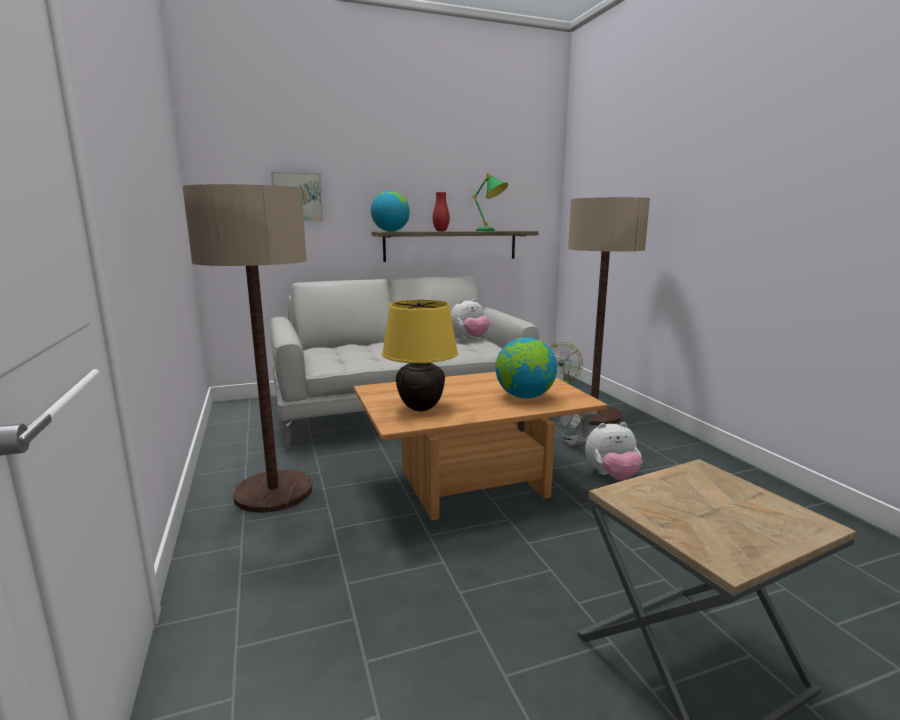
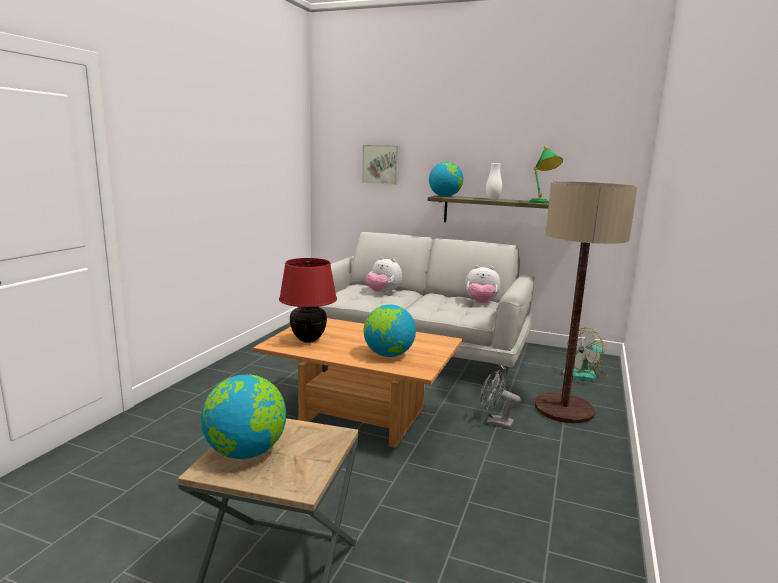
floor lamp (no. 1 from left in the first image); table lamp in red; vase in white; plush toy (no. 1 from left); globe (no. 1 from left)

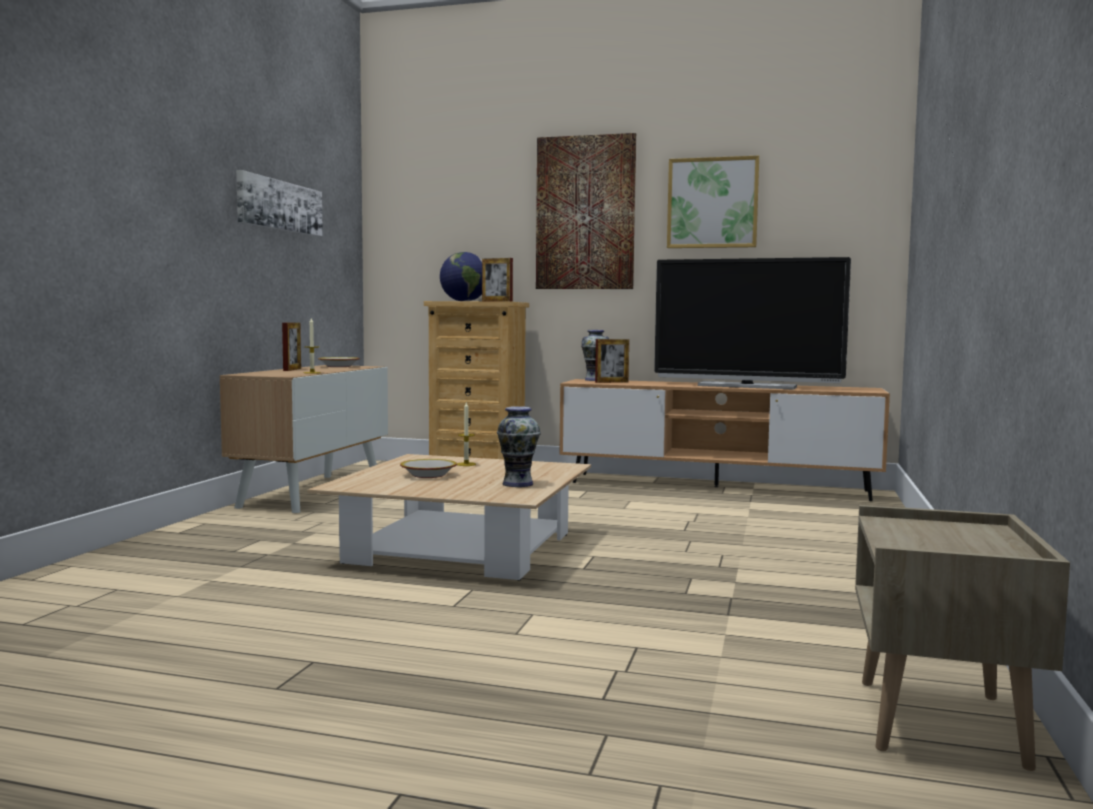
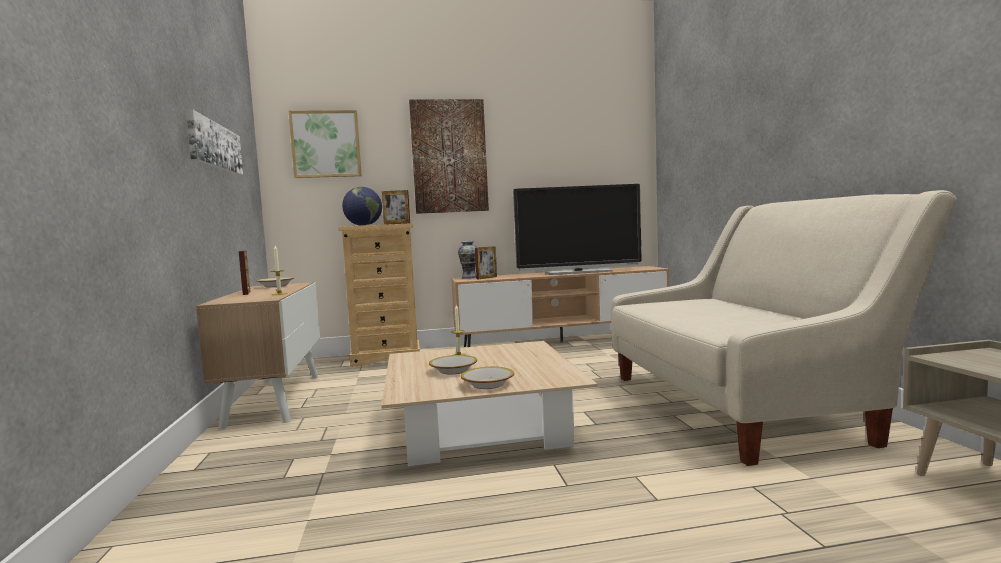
vase (no. 1 from left in the first image); picture (no. 2 from left); bowl (no. 3 from left); sofa in beige

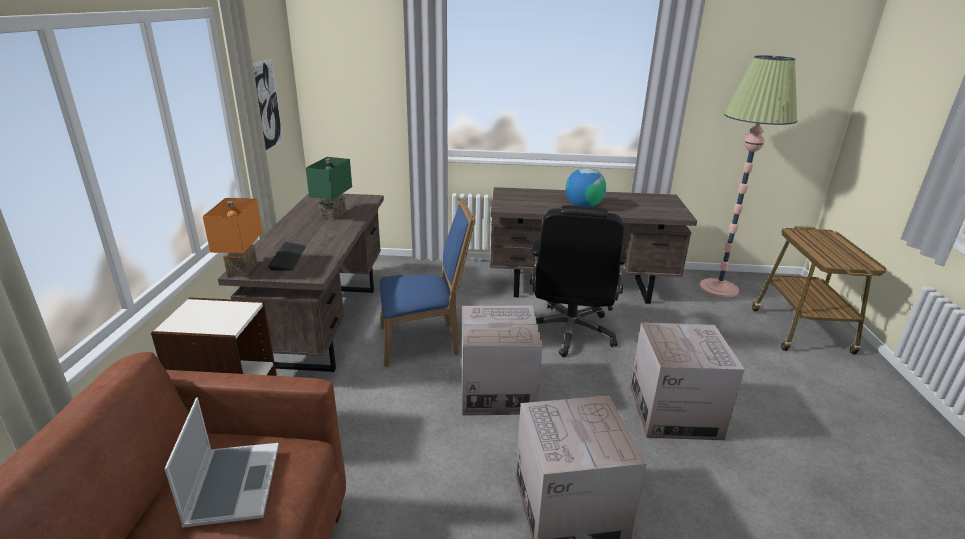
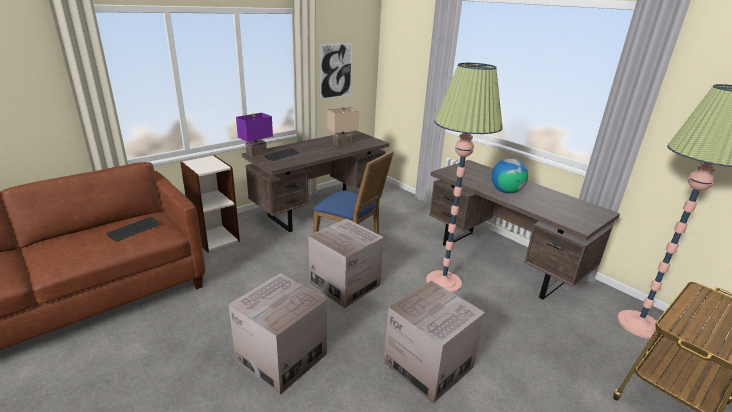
keyboard (no. 1 from left); table lamp in purple; table lamp in beige; floor lamp (no. 1 from left)

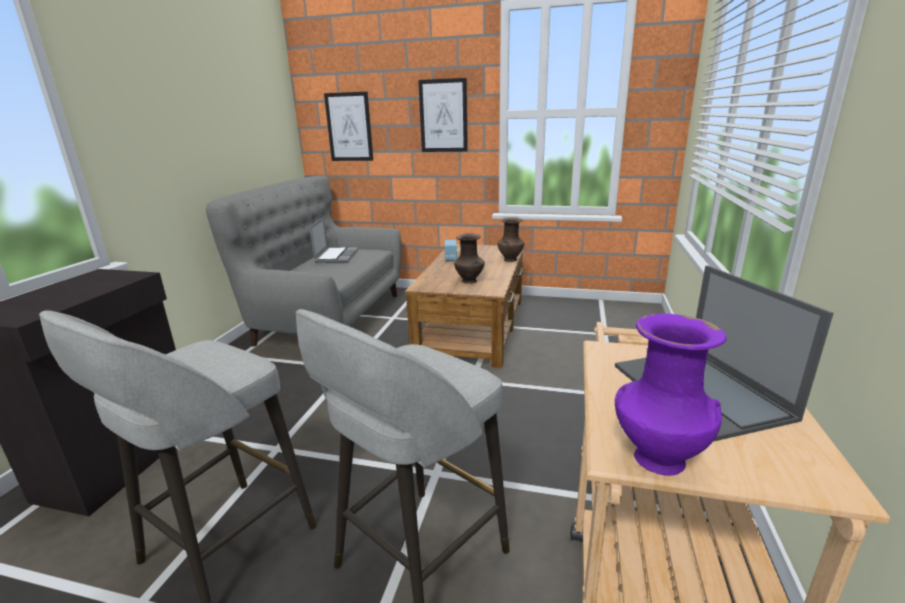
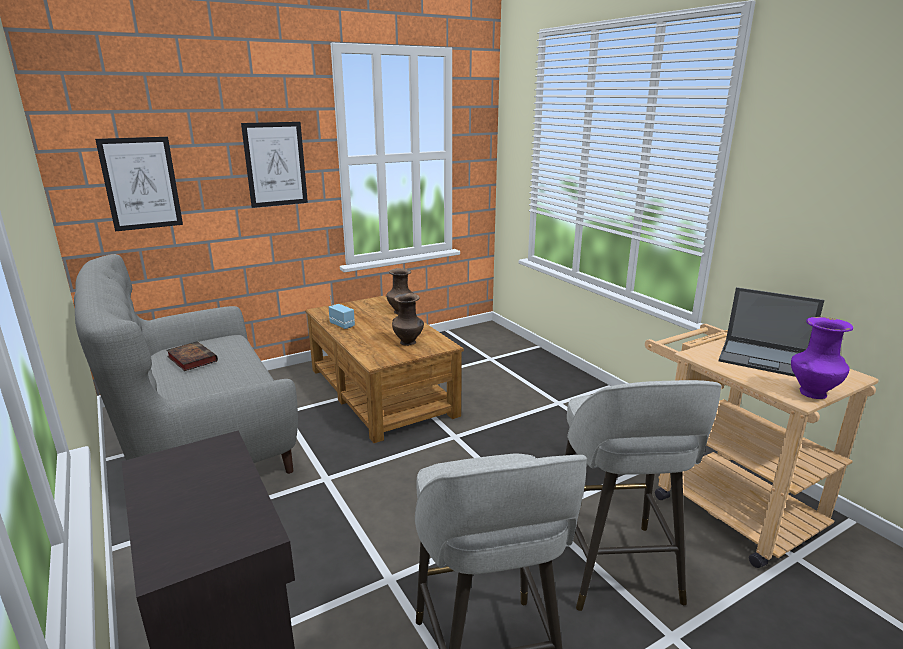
book

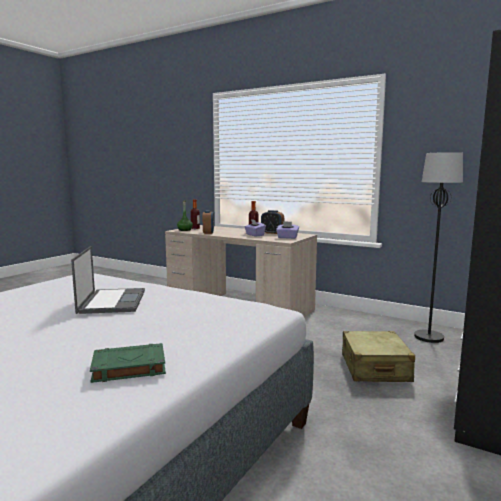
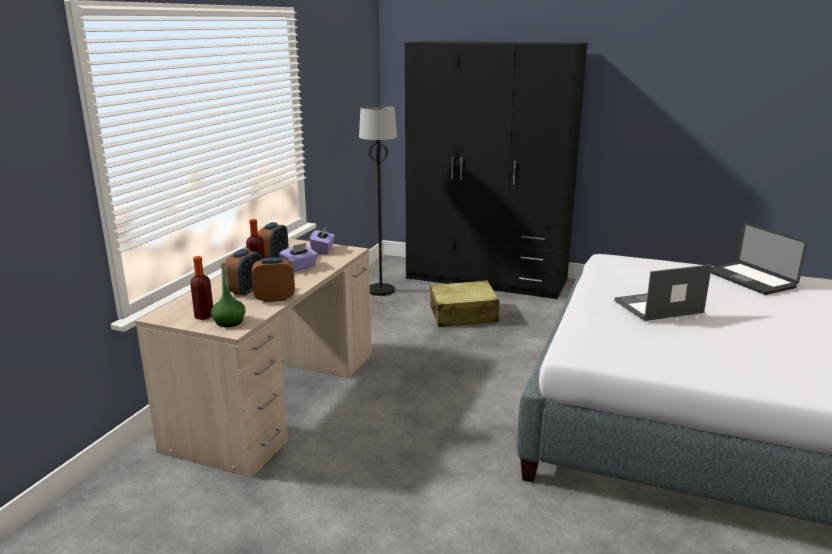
laptop (no. 2 from left); alarm clock (no. 1 from left)

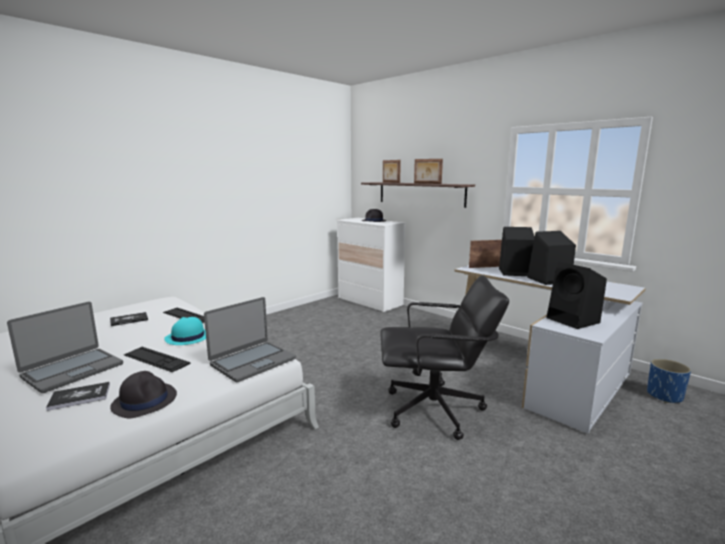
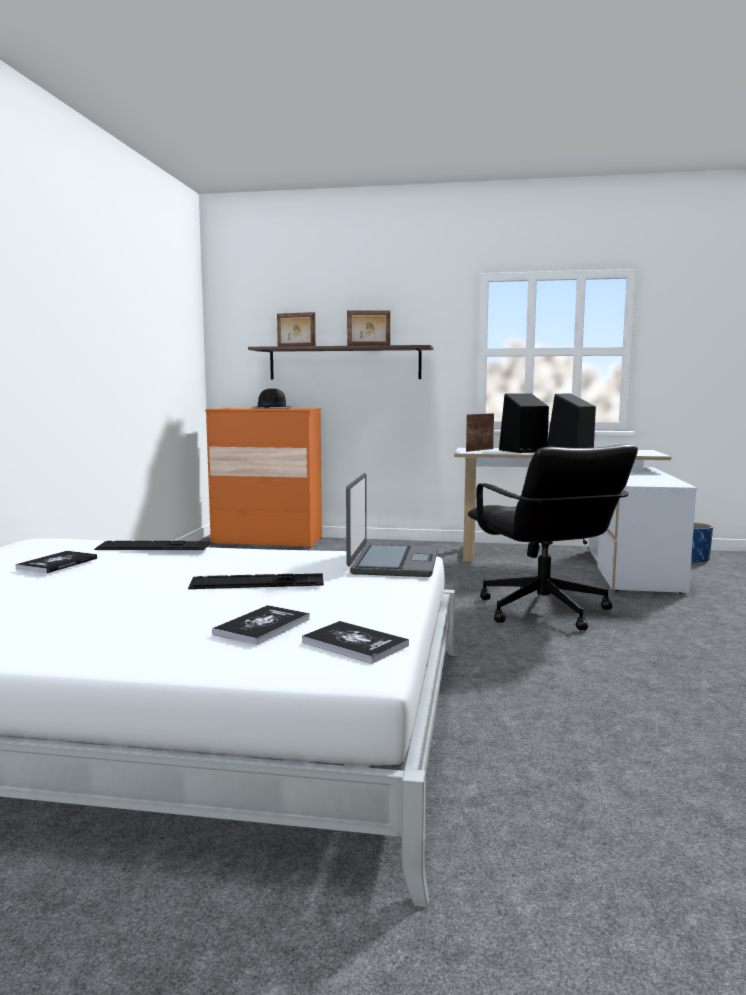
laptop (no. 1 from left in the first image); hat in black (no. 1 from left in the first image); hat in turquoise; dresser in orange; office chair in black; speaker in black (no. 3 from left in the first image); book (no. 3 from left)

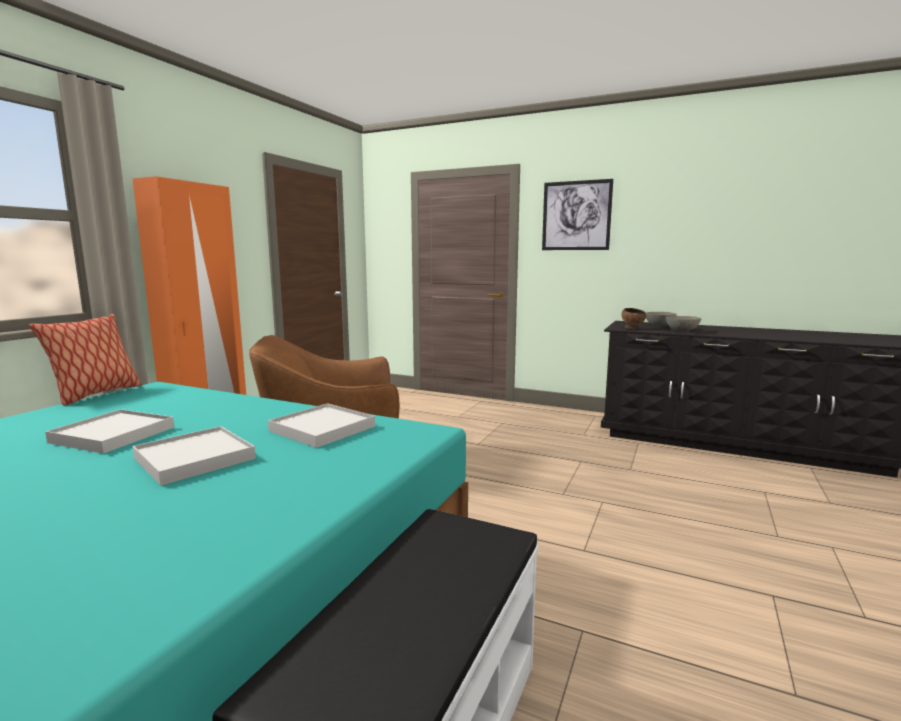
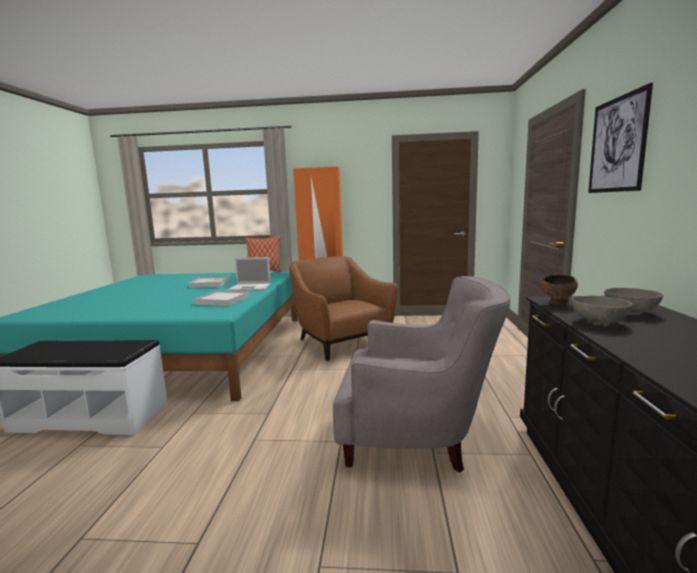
tray in white (no. 2 from left in the first image); laptop; armchair in grey

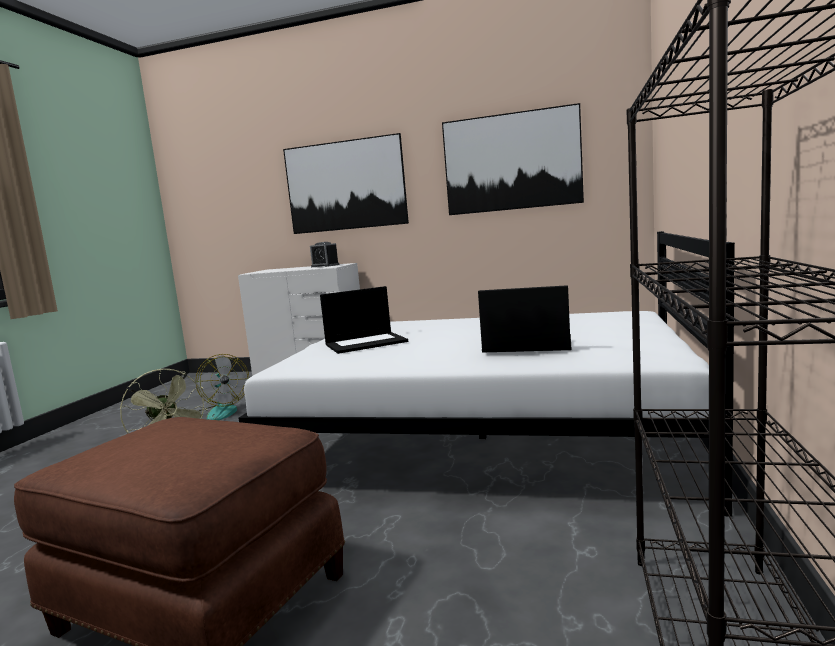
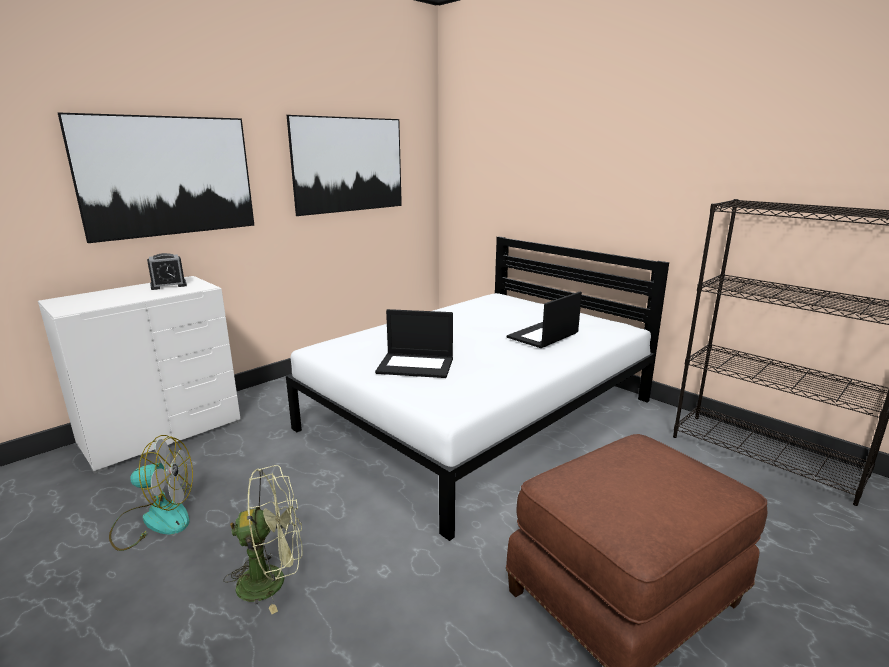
laptop (no. 1 from left)

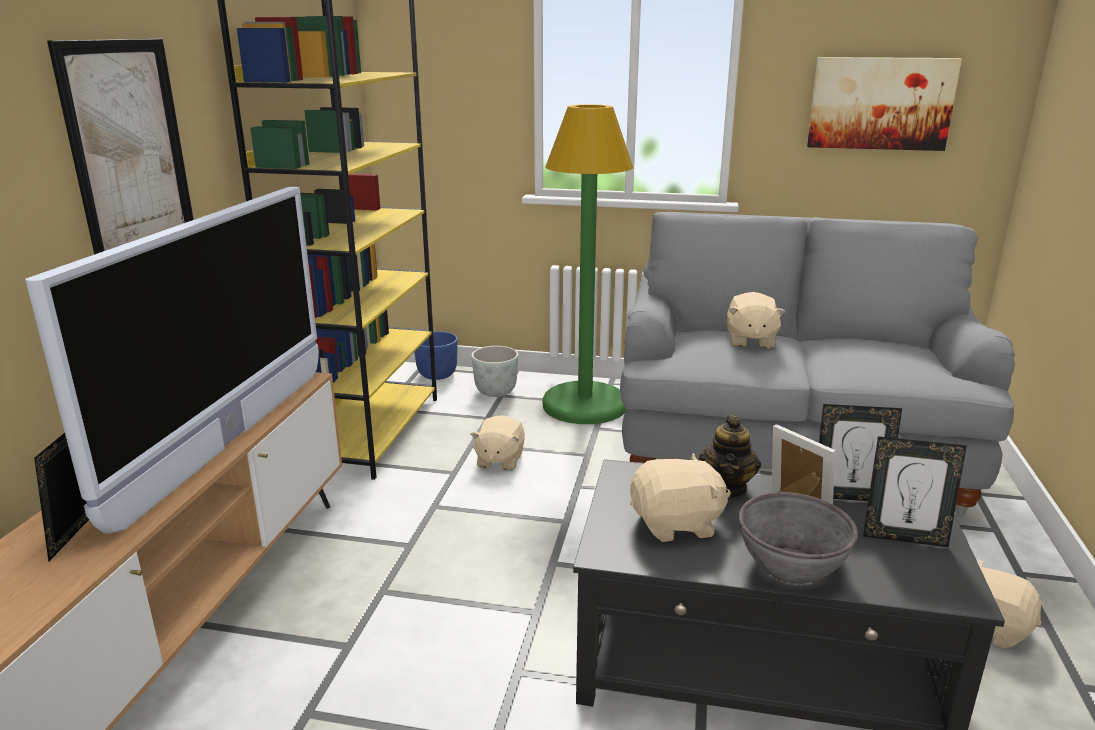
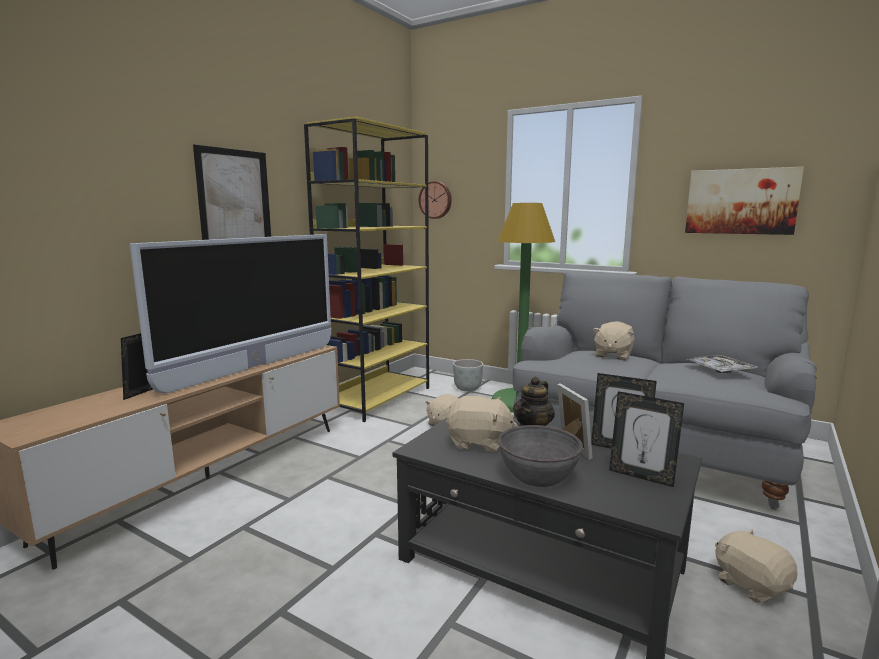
planter in blue; wall clock; tray

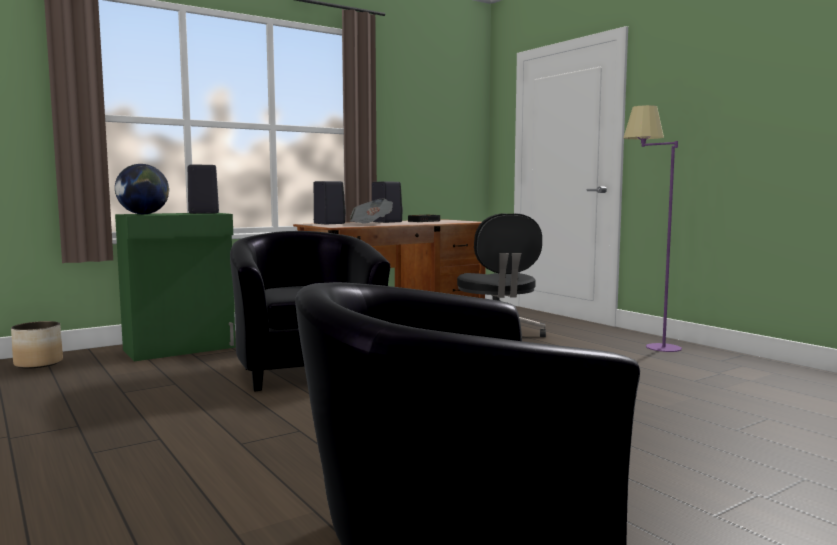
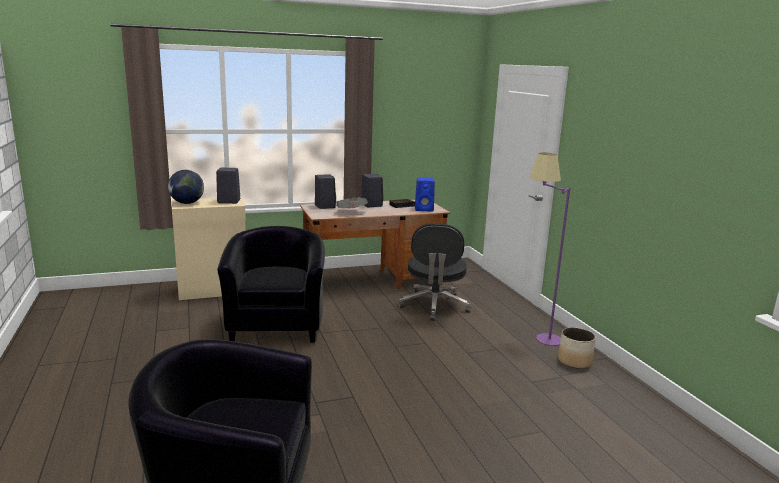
planter; cabinet in beige; speaker in blue

